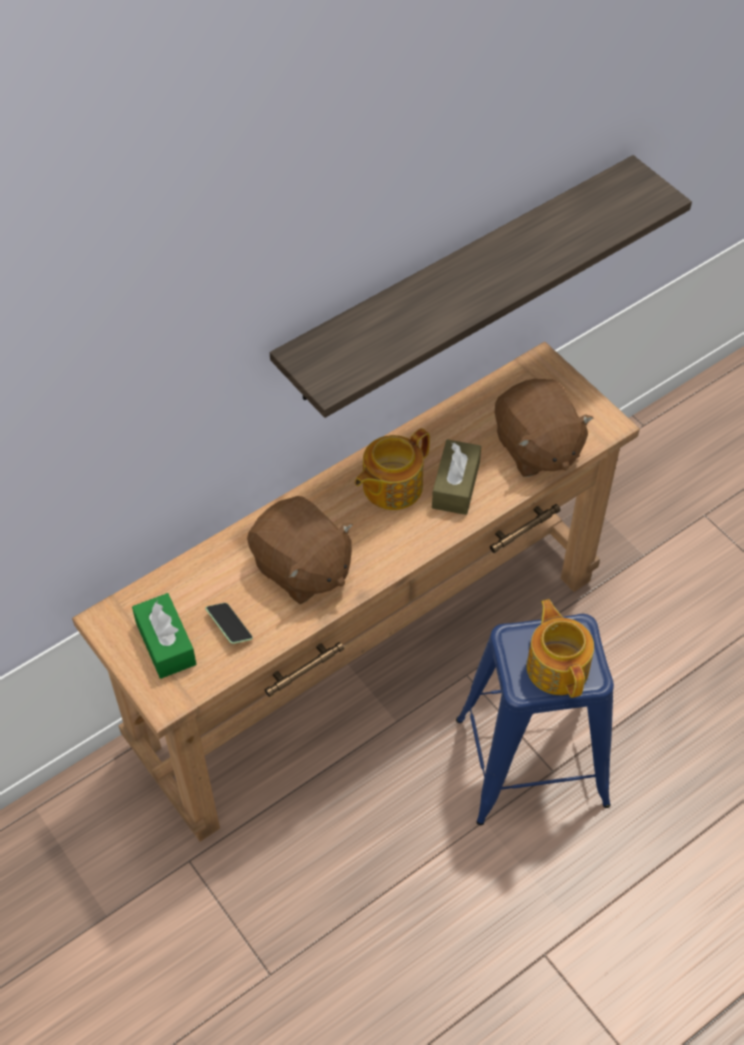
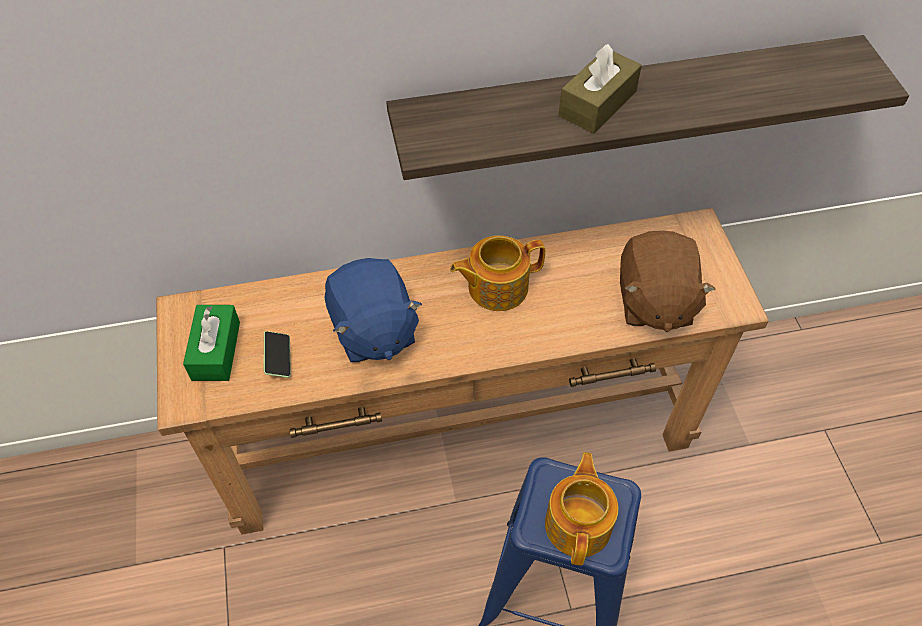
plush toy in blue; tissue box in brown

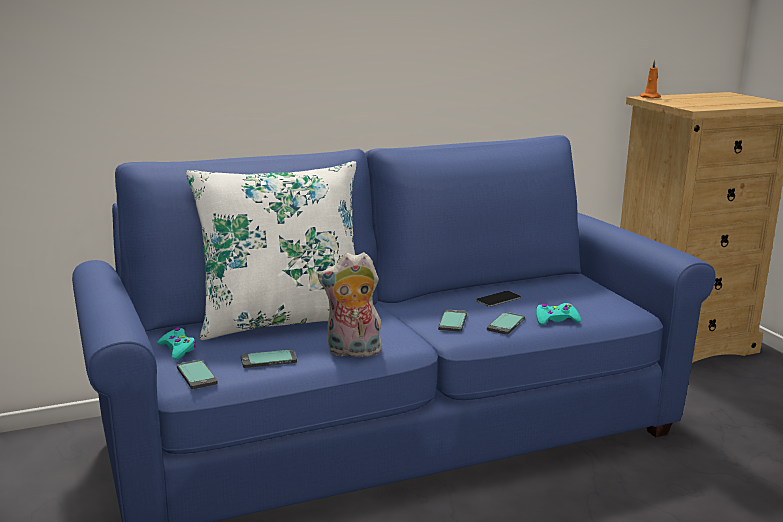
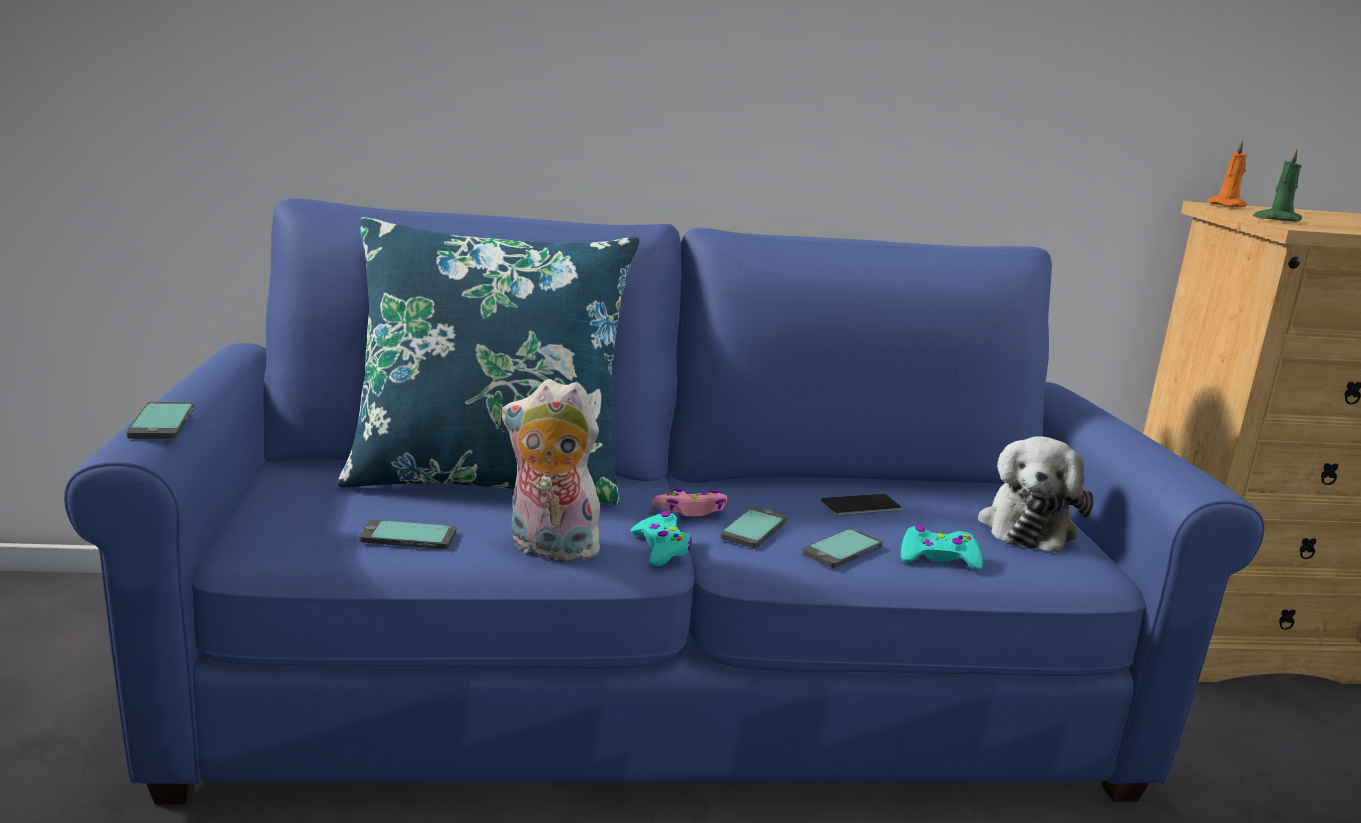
game controller in turquoise (no. 1 from left); phone (no. 1 from left); pillow in blue; game controller in pink; plush toy (no. 2 from left); candle in green

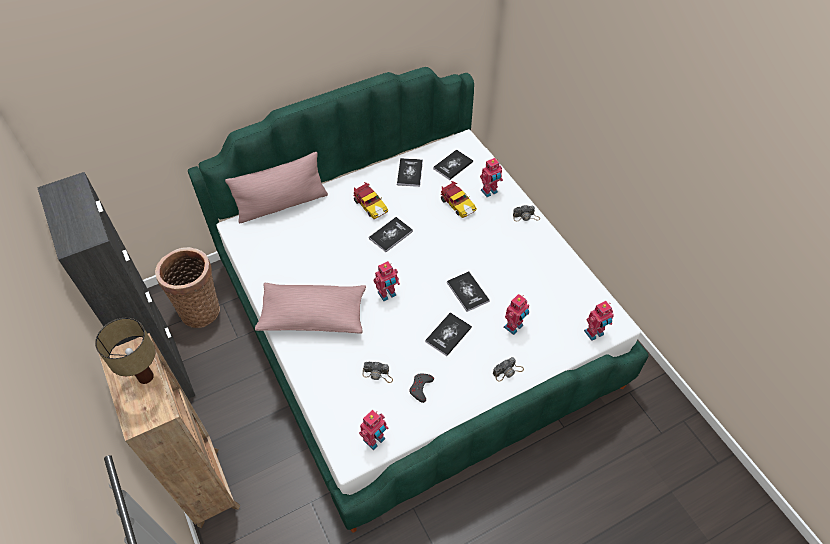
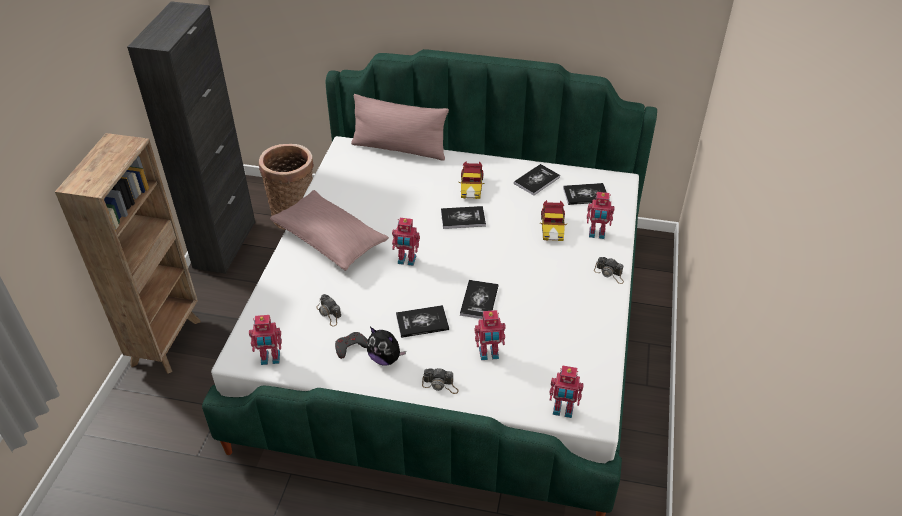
table lamp; plush toy

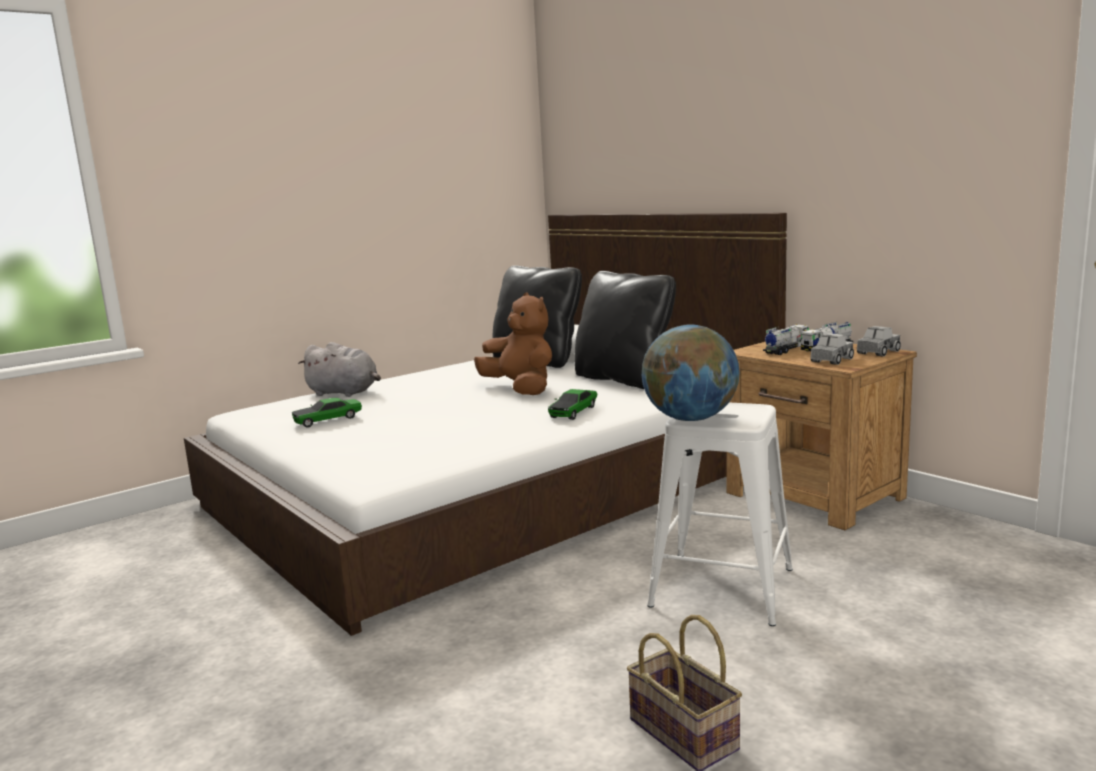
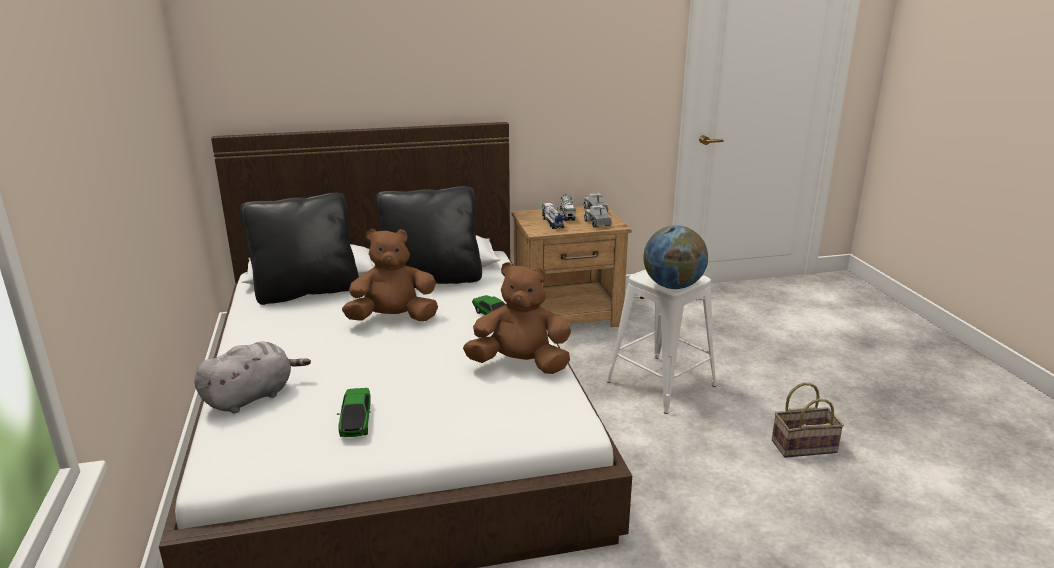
plush toy in brown (no. 2 from left)

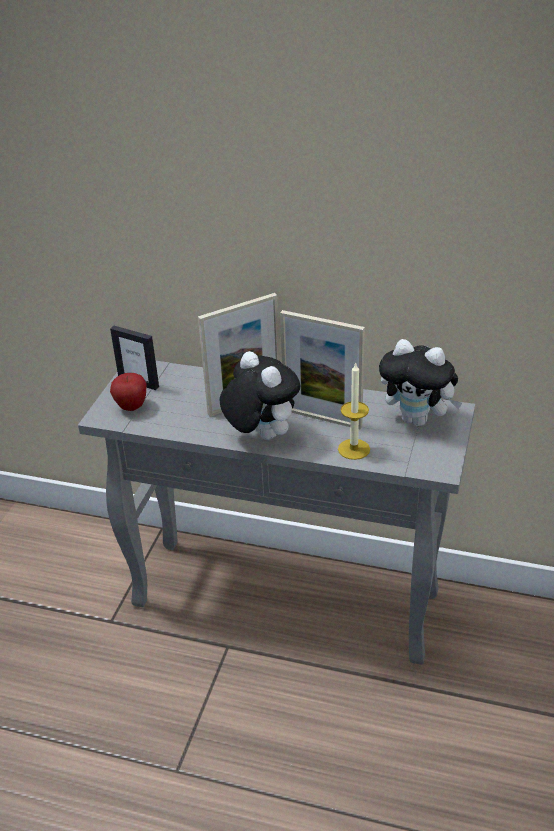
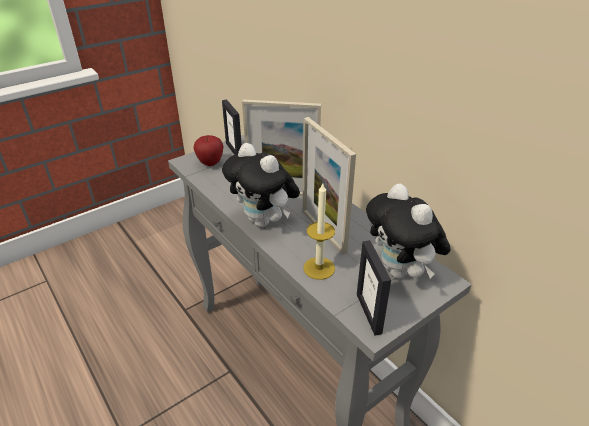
plush toy (no. 1 from left); picture frame (no. 4 from left)

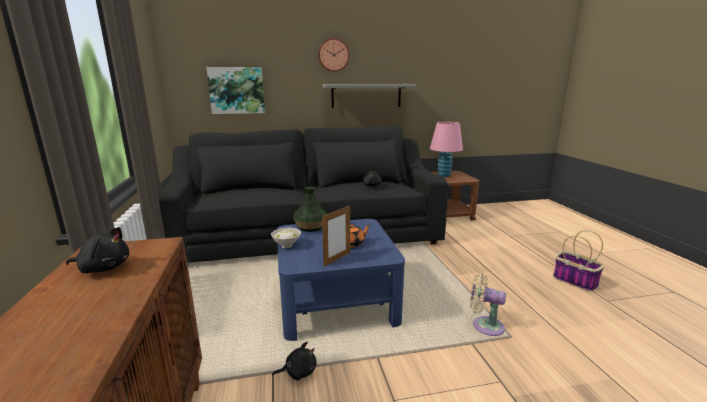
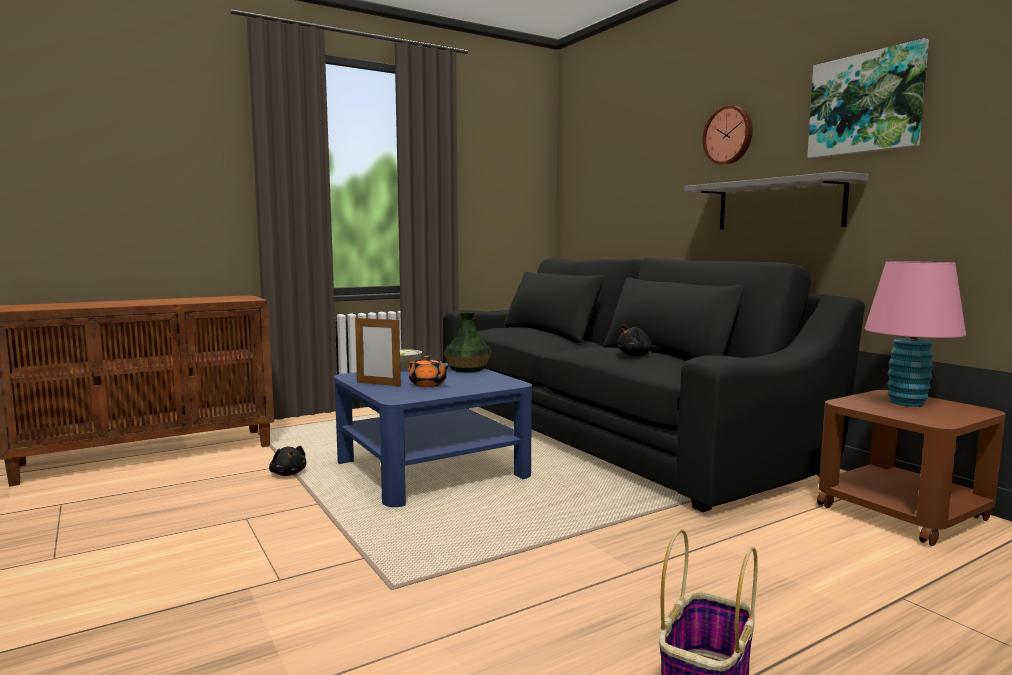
plush toy in black (no. 1 from left in the first image); picture; fan in beige

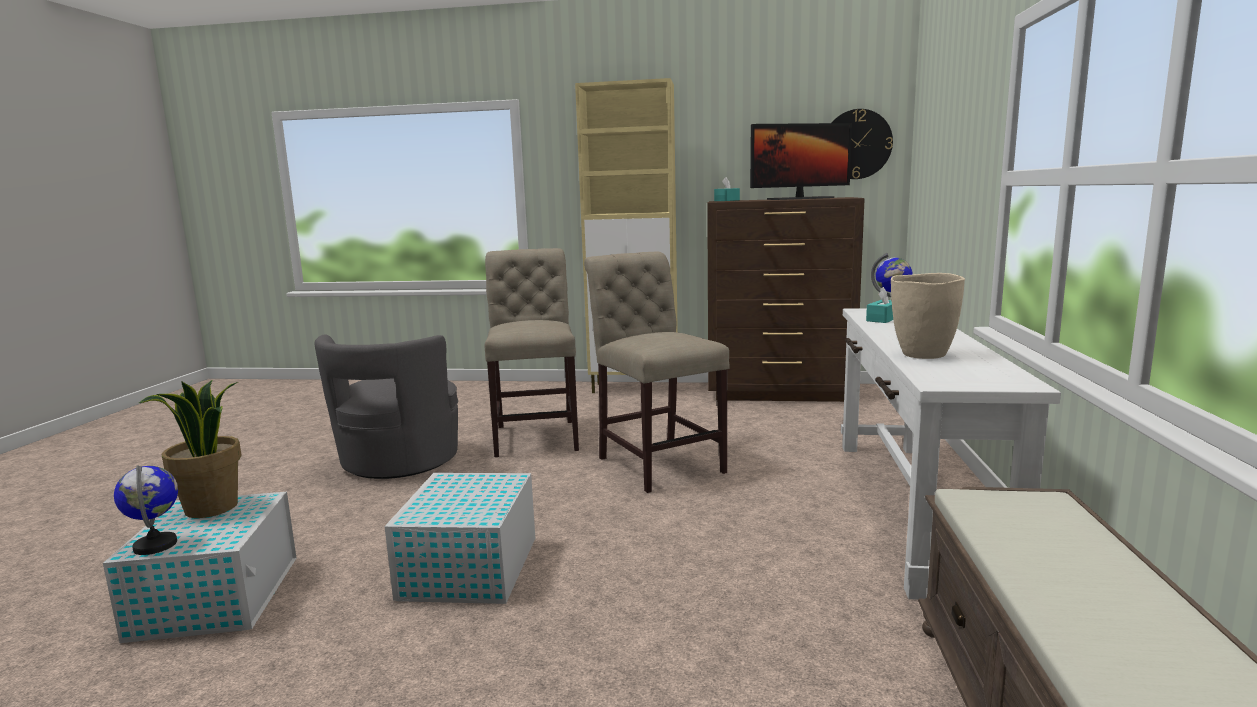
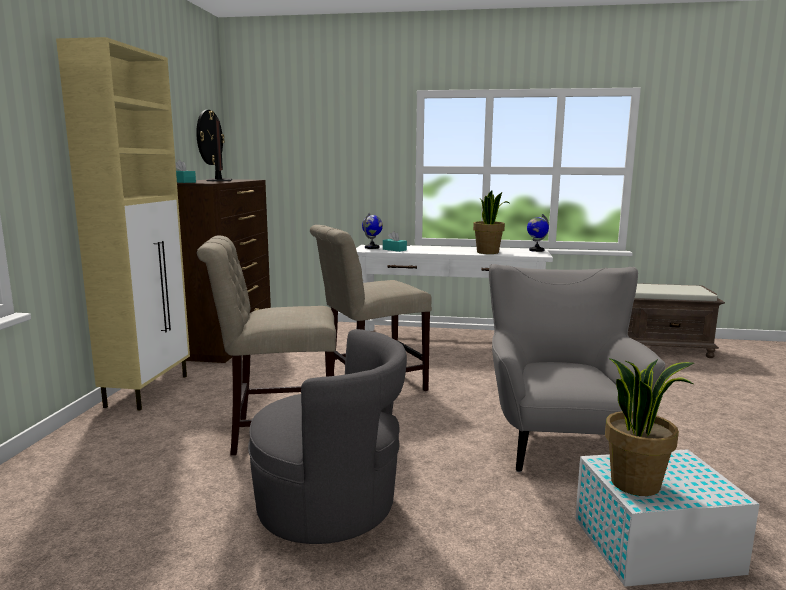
globe (no. 2 from left); armchair in grey (no. 2 from left); potted plant (no. 1 from left)

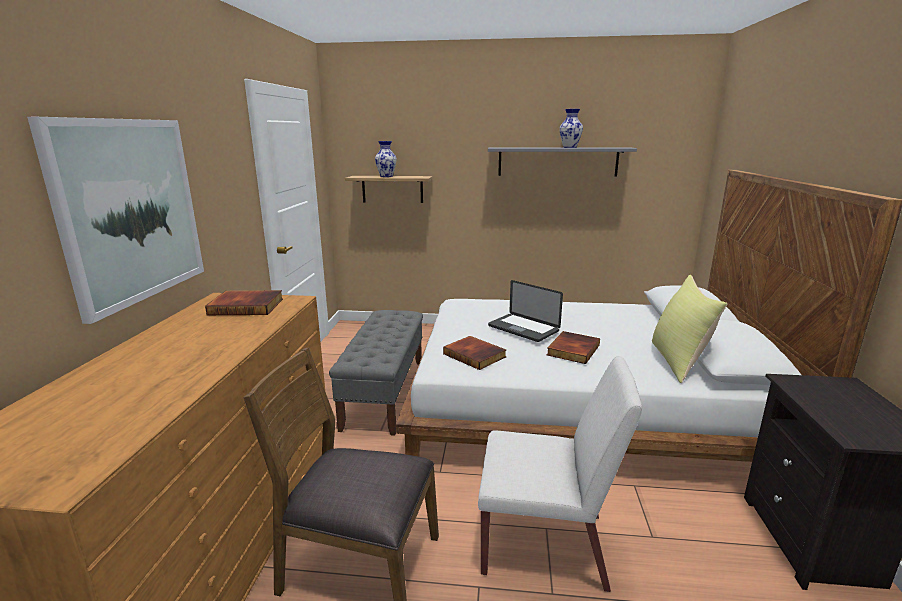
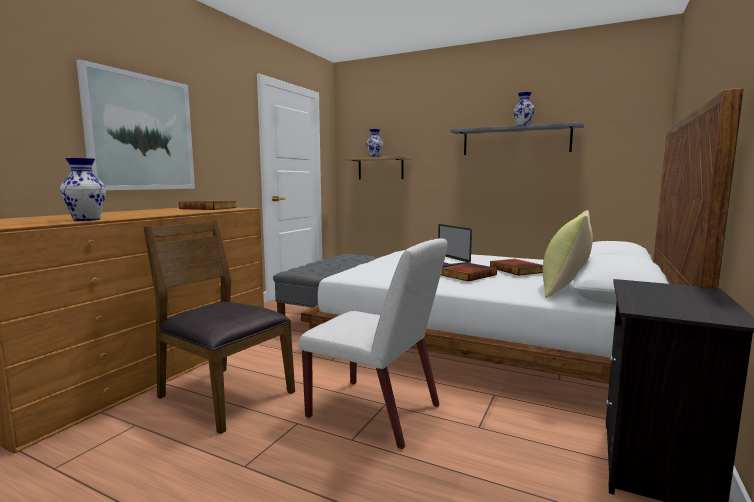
book (no. 3 from left); vase (no. 1 from left)

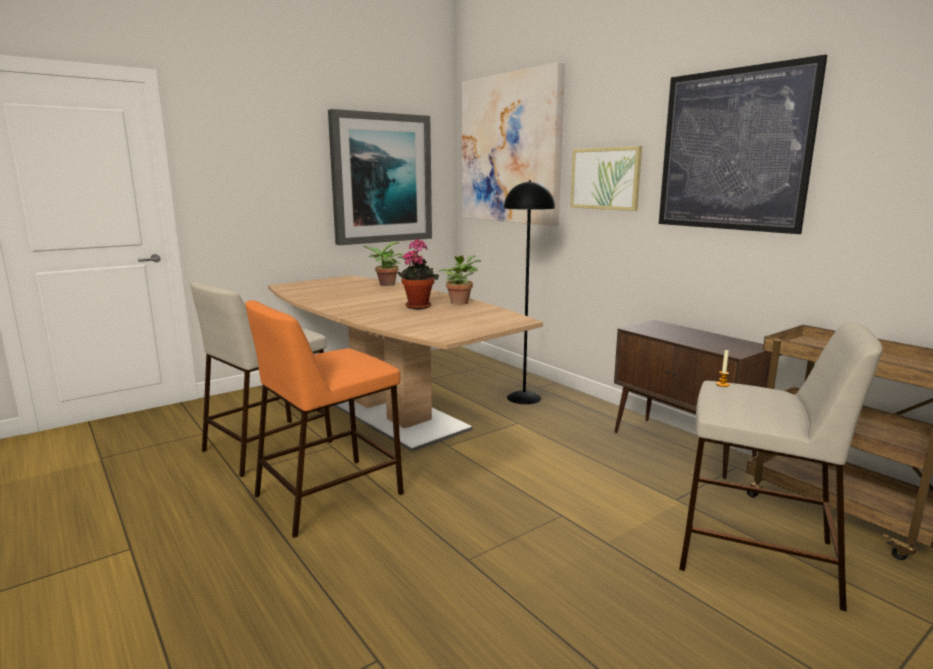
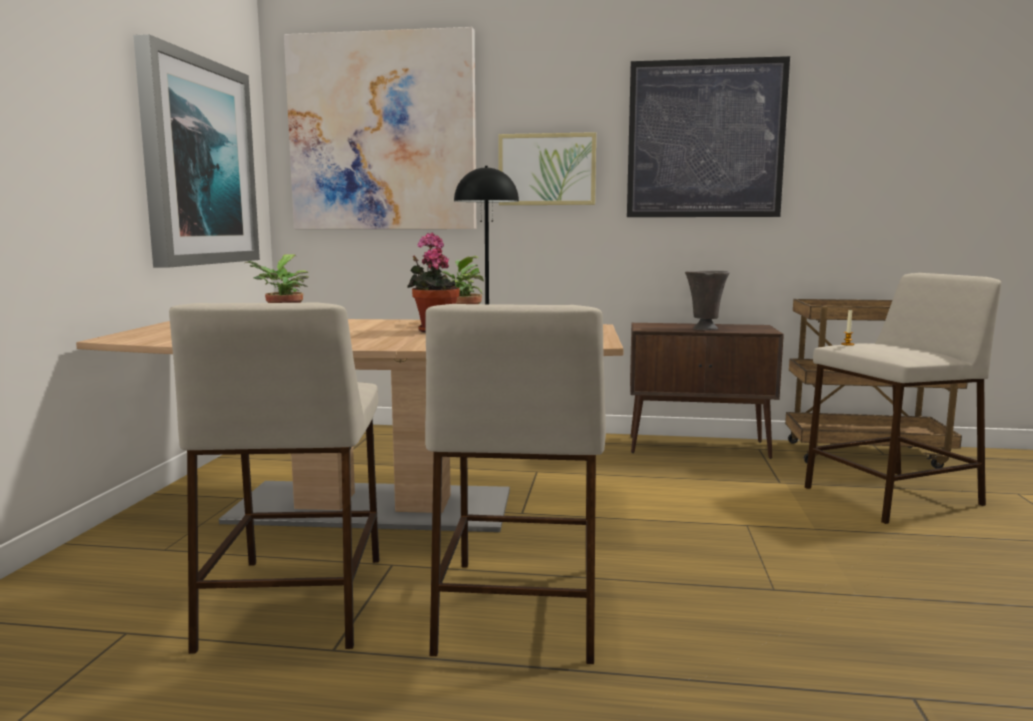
stool in beige (no. 2 from left); vase in grey

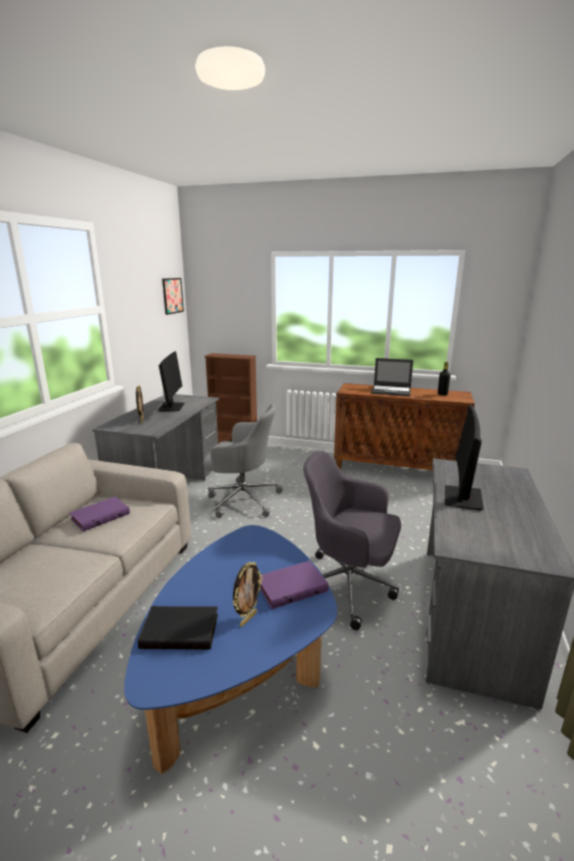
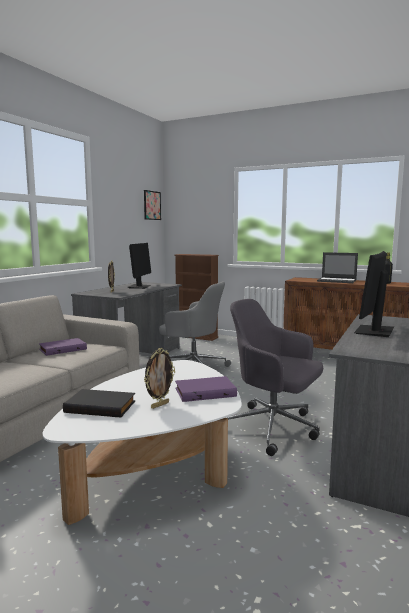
coffee table in white

